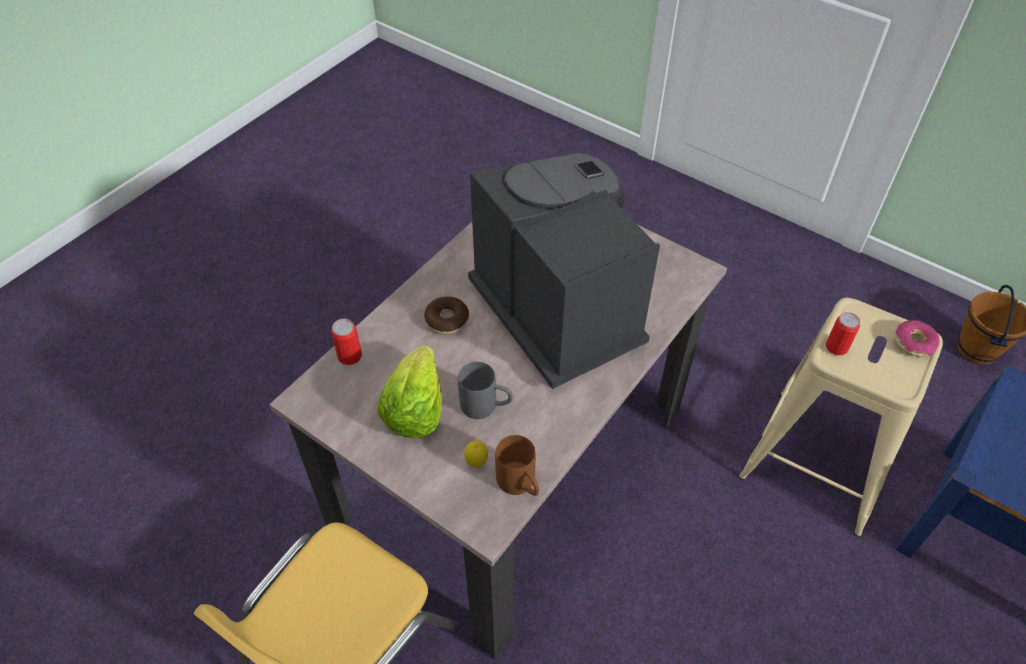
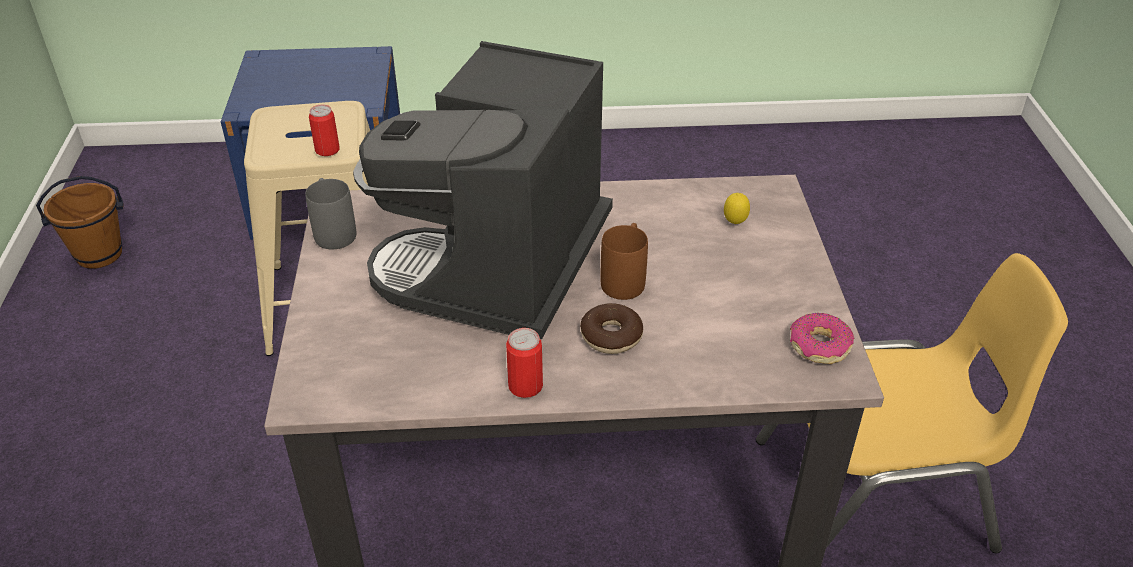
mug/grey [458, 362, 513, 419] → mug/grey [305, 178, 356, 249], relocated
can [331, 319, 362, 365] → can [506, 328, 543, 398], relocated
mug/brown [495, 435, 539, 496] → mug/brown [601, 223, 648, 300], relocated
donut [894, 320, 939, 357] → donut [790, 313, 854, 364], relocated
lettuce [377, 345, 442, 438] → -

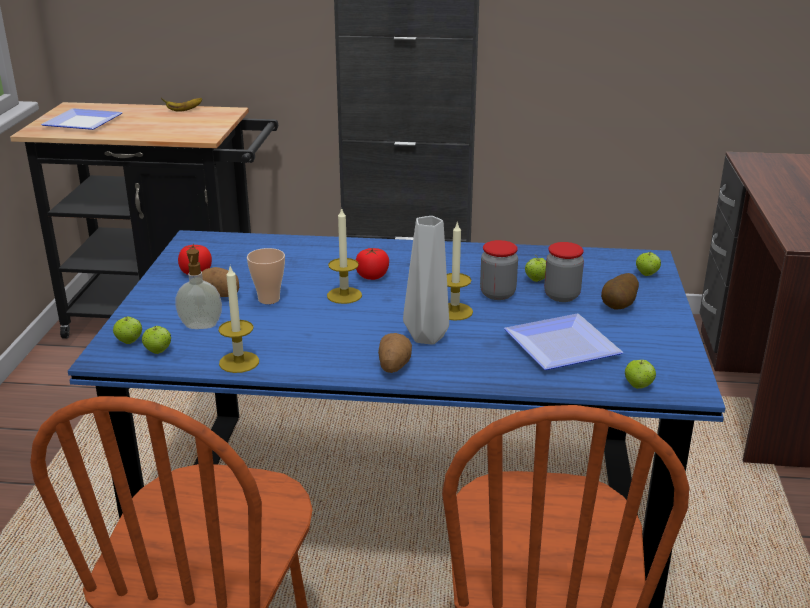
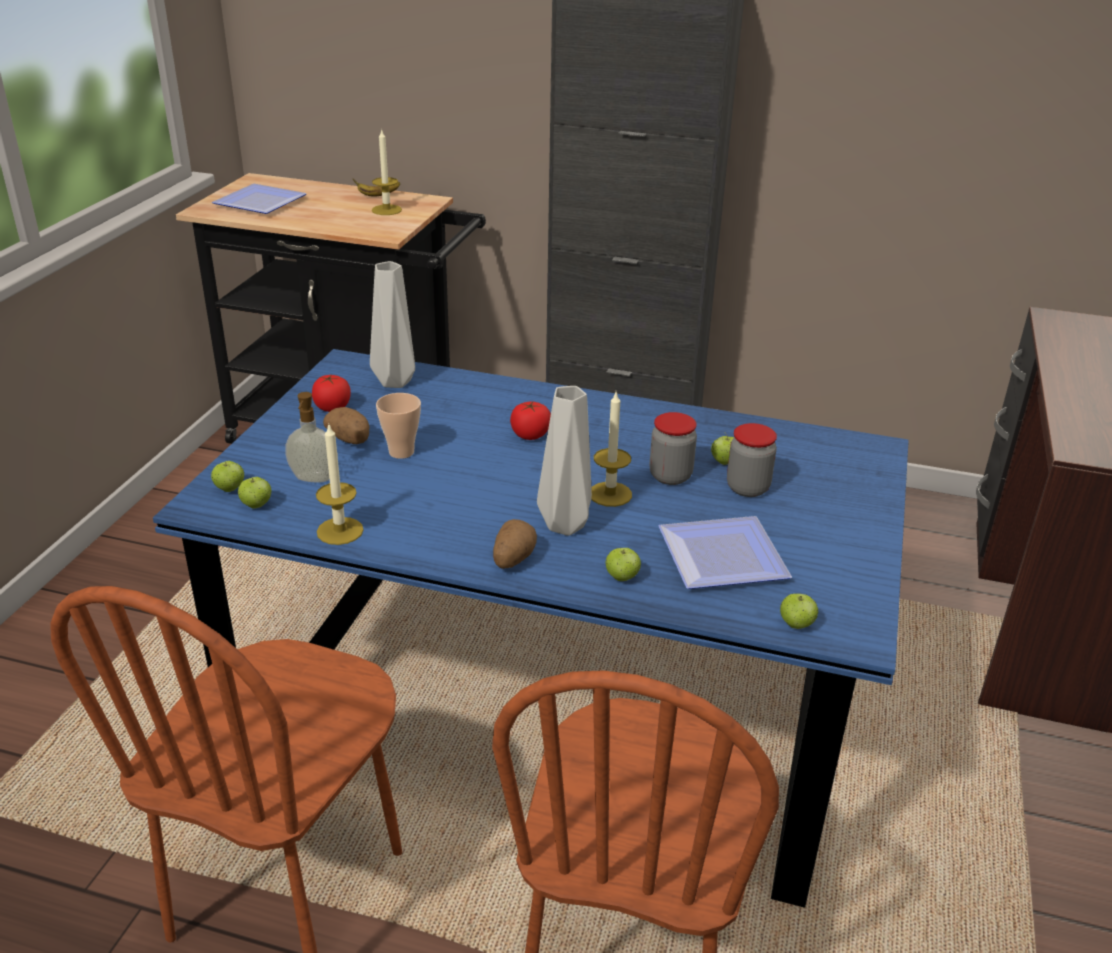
- → vase/grey [370, 261, 415, 388]
candle [327, 207, 362, 304] → candle [372, 128, 402, 215], relocated
apple [636, 252, 661, 276] → apple [606, 548, 641, 581], relocated
potato [601, 273, 639, 310] → -

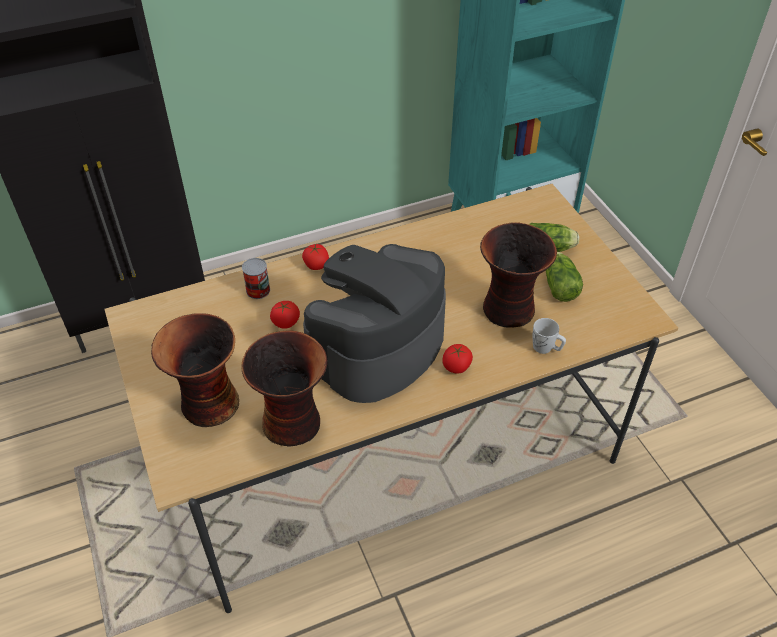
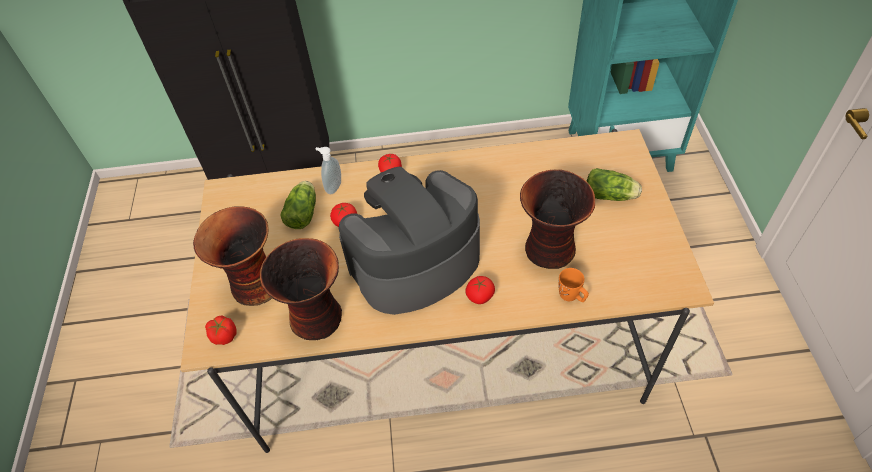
- → tomato [205, 316, 236, 345]
lettuce [546, 252, 583, 302] → lettuce [280, 181, 316, 229], relocated
can [242, 258, 270, 299] → soap dispenser [315, 147, 341, 194]
mug/white [532, 318, 566, 354] → mug/orange [558, 268, 589, 302]

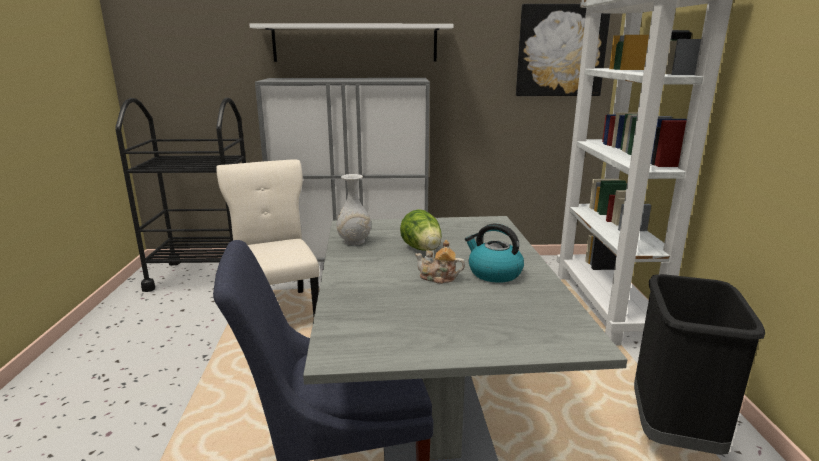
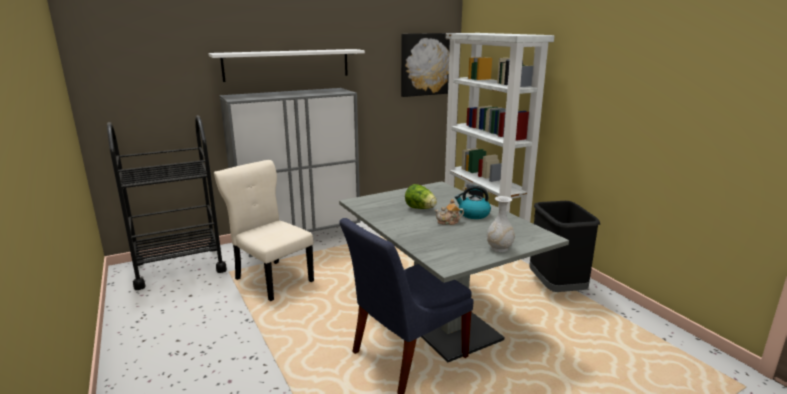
vase/white [337, 174, 371, 245] → vase/white [487, 196, 515, 252], relocated

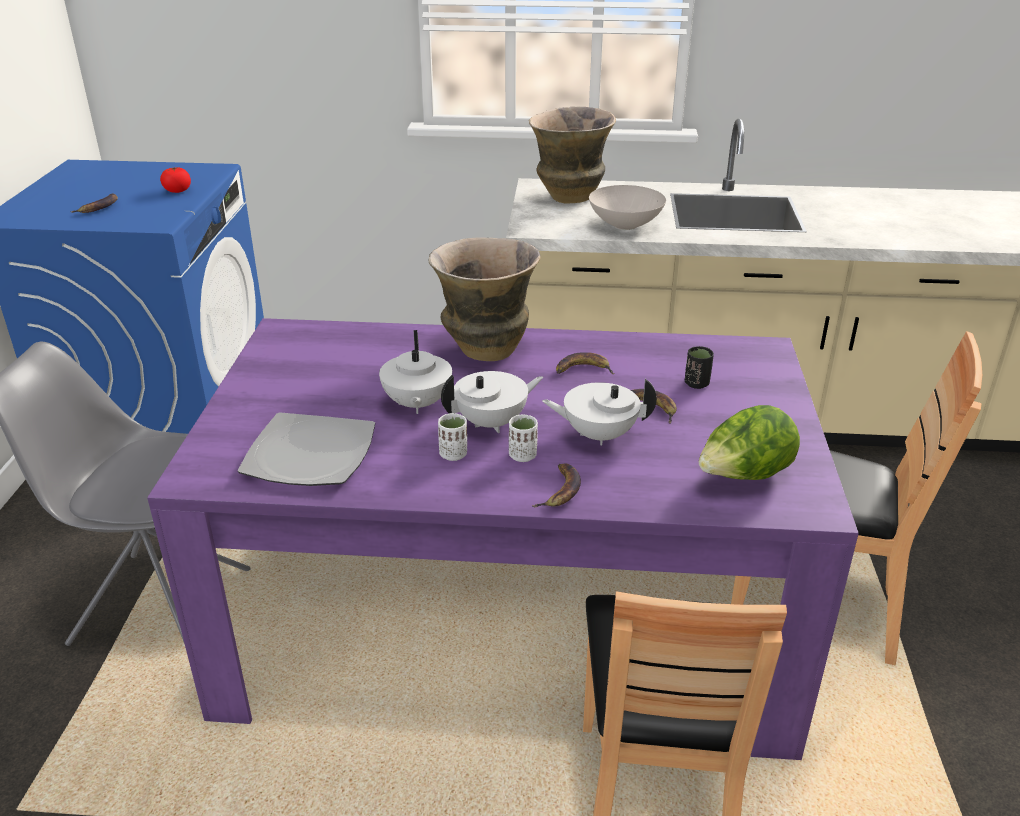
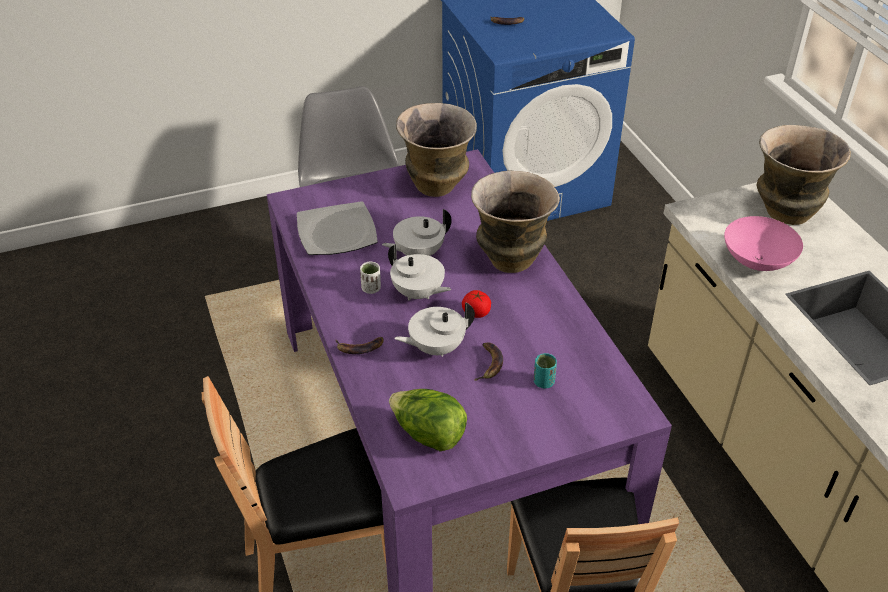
teapot/white [542, 379, 657, 446] → teapot/white [394, 302, 475, 357], 90 degrees counterclockwise
- → vase [396, 103, 477, 197]
tomato [160, 167, 191, 193] → tomato [462, 290, 491, 318], relocated
cup/black [685, 346, 714, 389] → cup/turquoise [534, 353, 557, 388]
bowl/white [589, 185, 666, 230] → bowl/pink [724, 216, 803, 271]
cup/white [509, 414, 538, 462] → -
banana [556, 352, 615, 374] → -

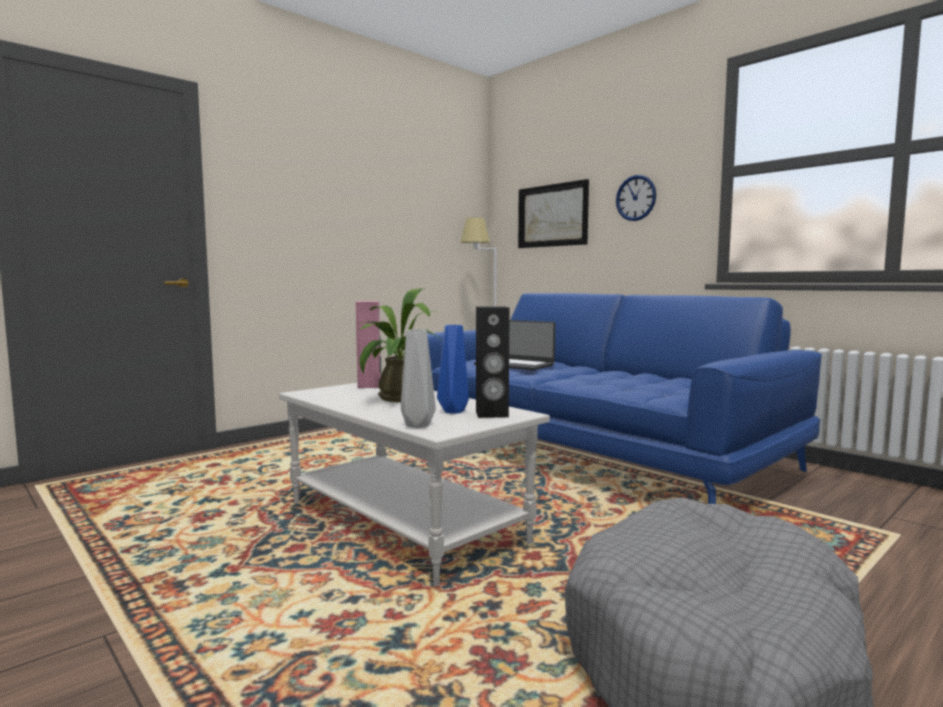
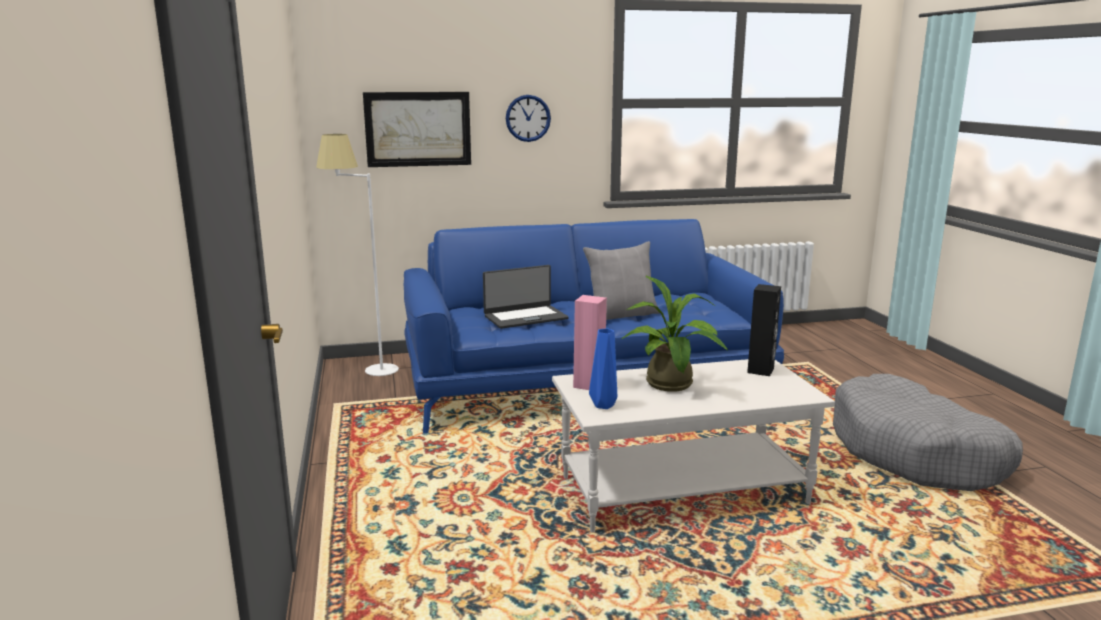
- → pillow/grey [583, 241, 660, 320]
vase/blue [437, 325, 469, 414] → vase/blue [589, 328, 617, 409], relocated
vase/grey [401, 329, 436, 428] → -

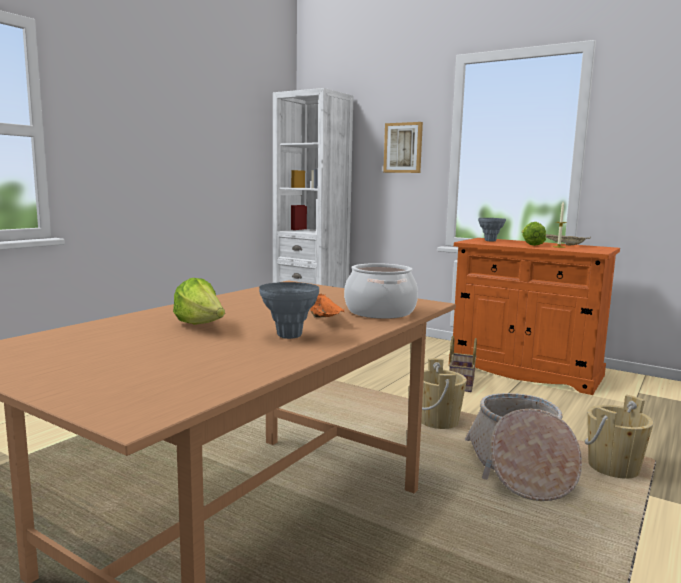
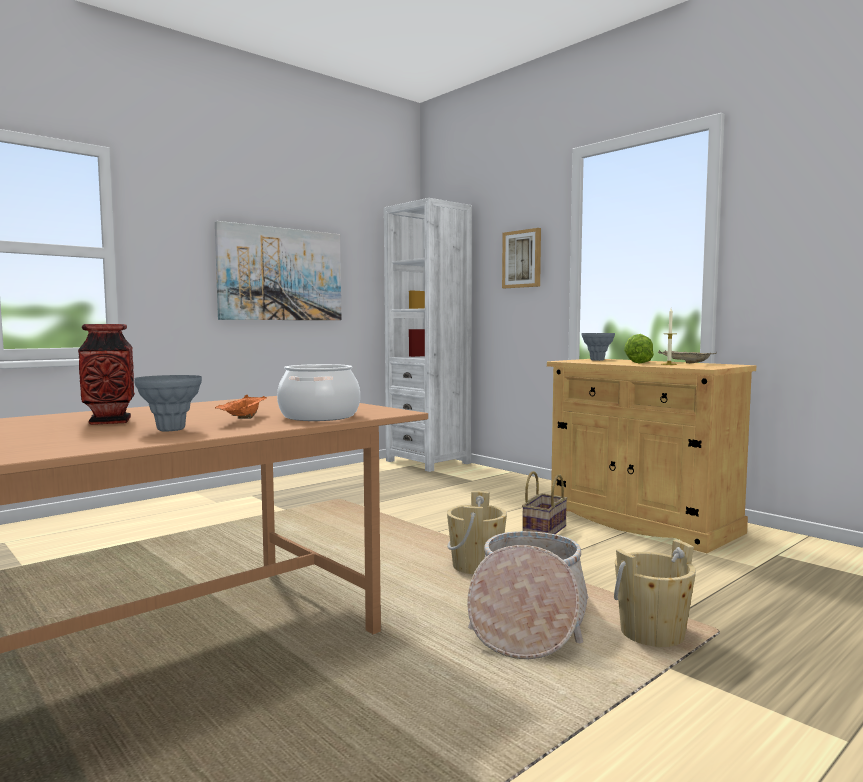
lettuce [173, 278, 225, 325] → vase [78, 324, 135, 425]
- → picture [215, 221, 341, 320]
cabinet/orange [449, 238, 620, 395] → cabinet/beige [547, 359, 756, 553]

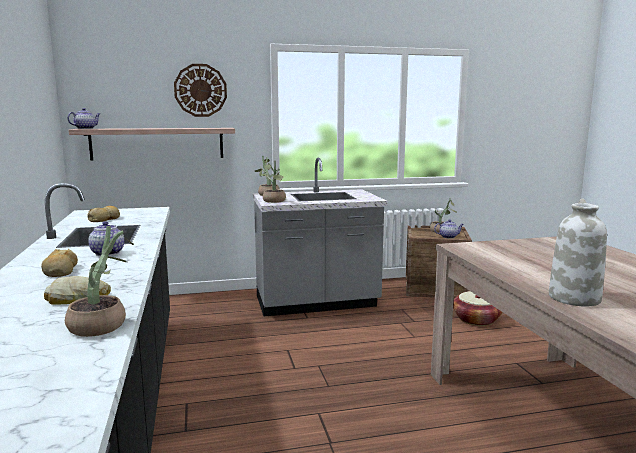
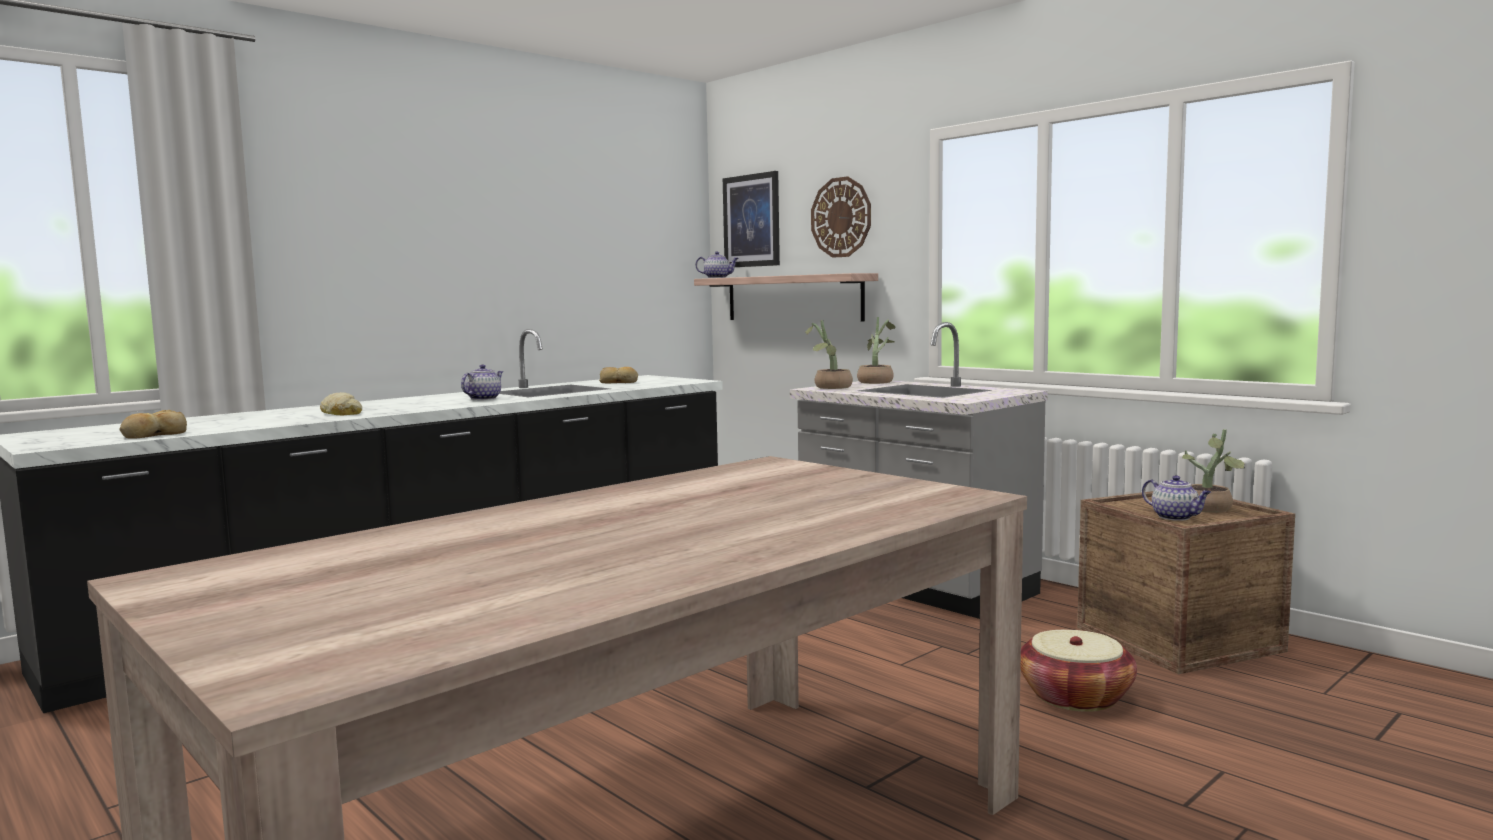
bread [41, 249, 78, 277] → bread [119, 410, 187, 439], relocated
- → picture [723, 171, 780, 267]
potted plant [65, 226, 133, 337] → -
vase/white [549, 198, 607, 306] → -

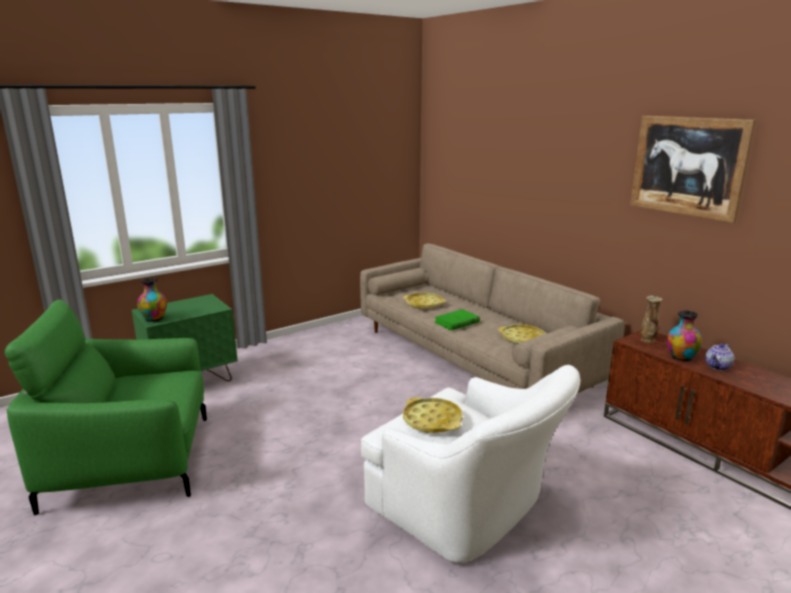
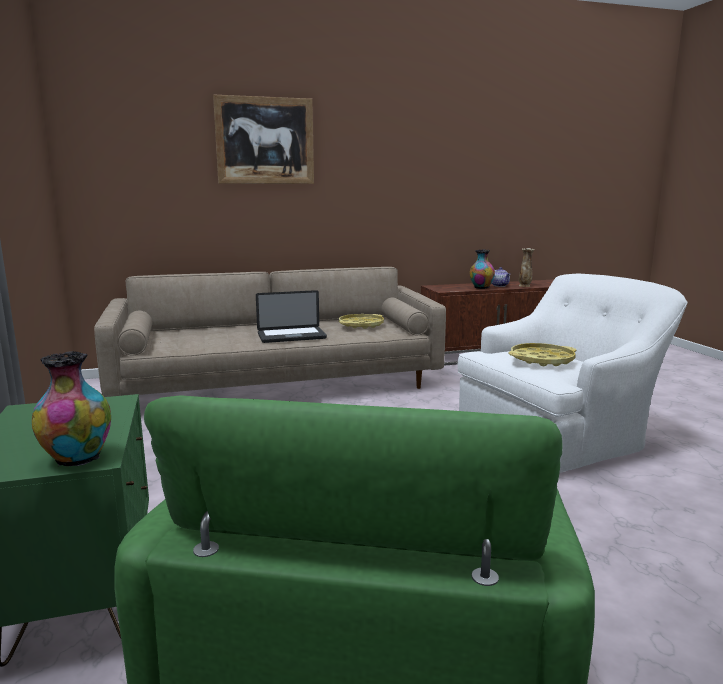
picture [630, 116, 756, 223] → picture [213, 95, 314, 184], relocated
book/green [434, 309, 480, 330] → laptop [256, 290, 327, 343]
vase [641, 296, 662, 343] → vase [519, 248, 535, 287], relocated
tray/yellow [403, 293, 446, 309] → -

